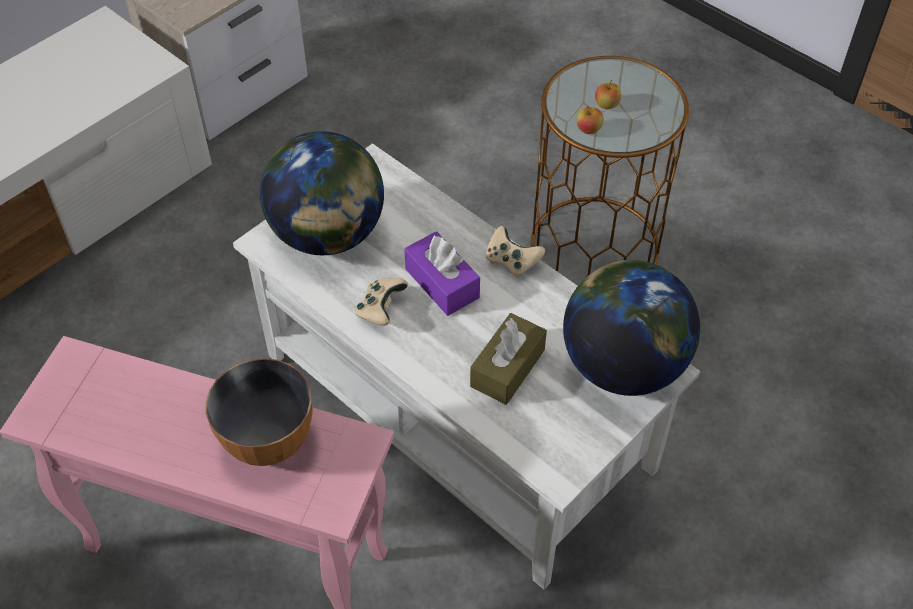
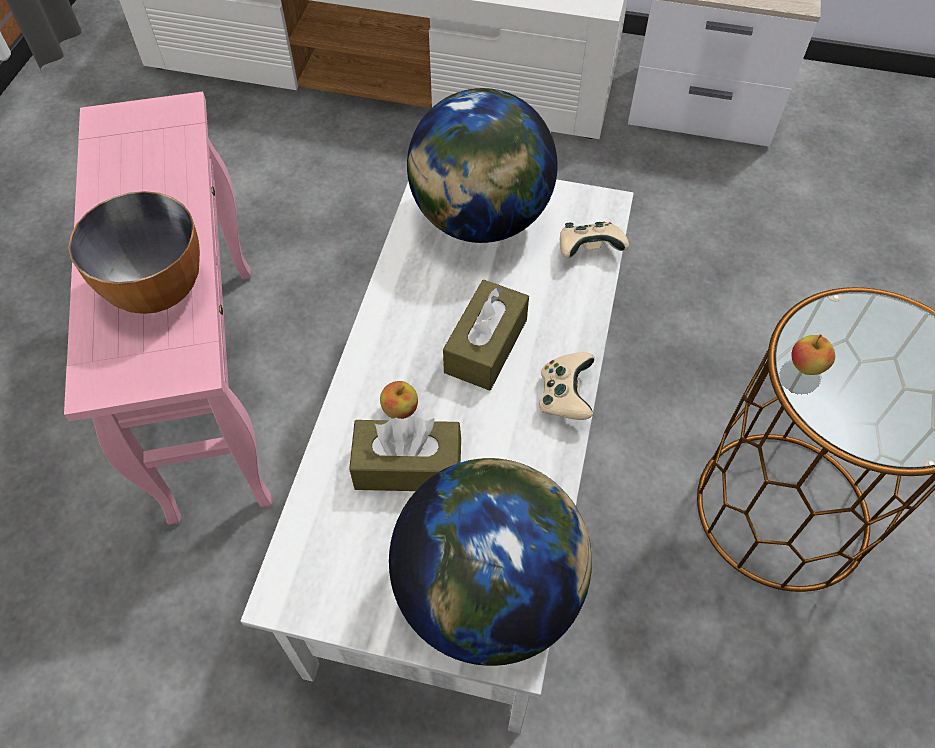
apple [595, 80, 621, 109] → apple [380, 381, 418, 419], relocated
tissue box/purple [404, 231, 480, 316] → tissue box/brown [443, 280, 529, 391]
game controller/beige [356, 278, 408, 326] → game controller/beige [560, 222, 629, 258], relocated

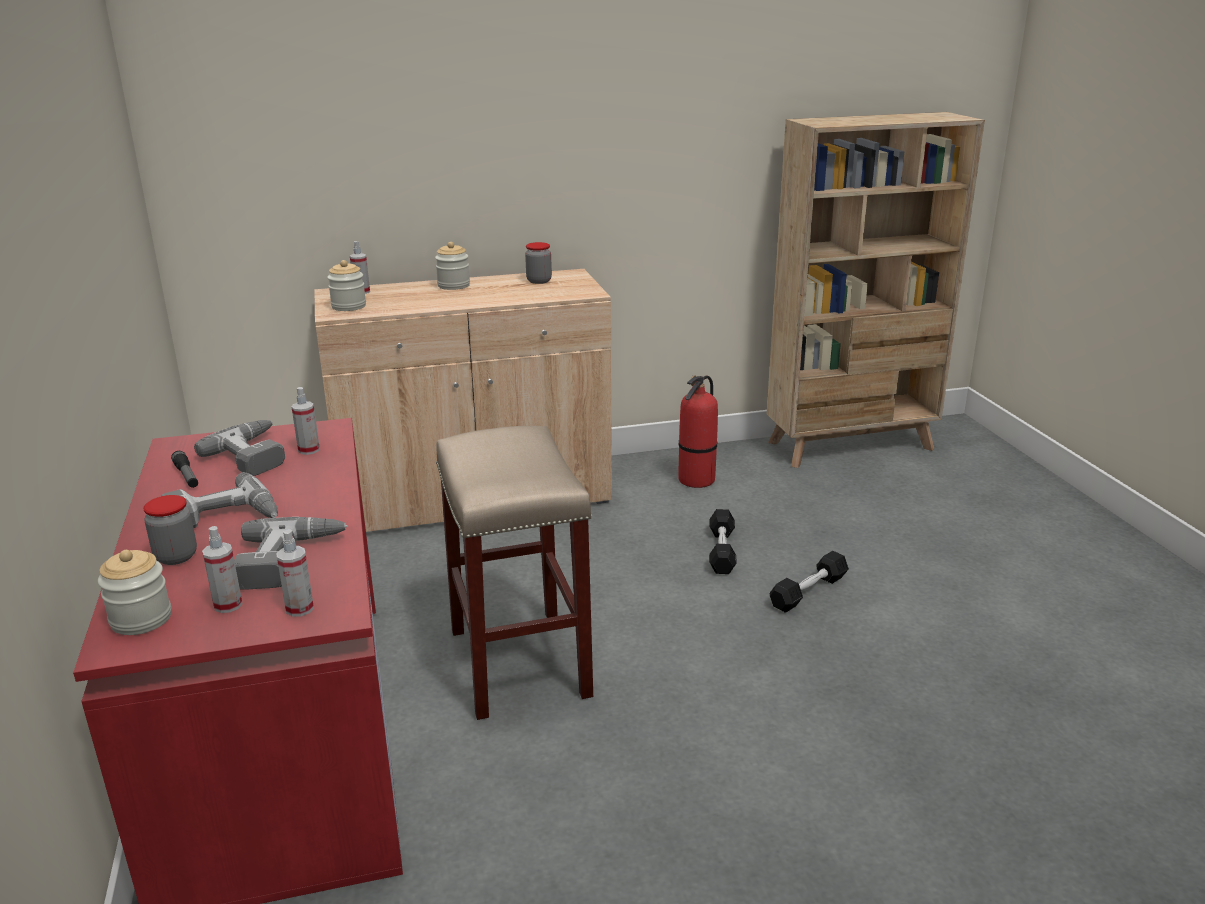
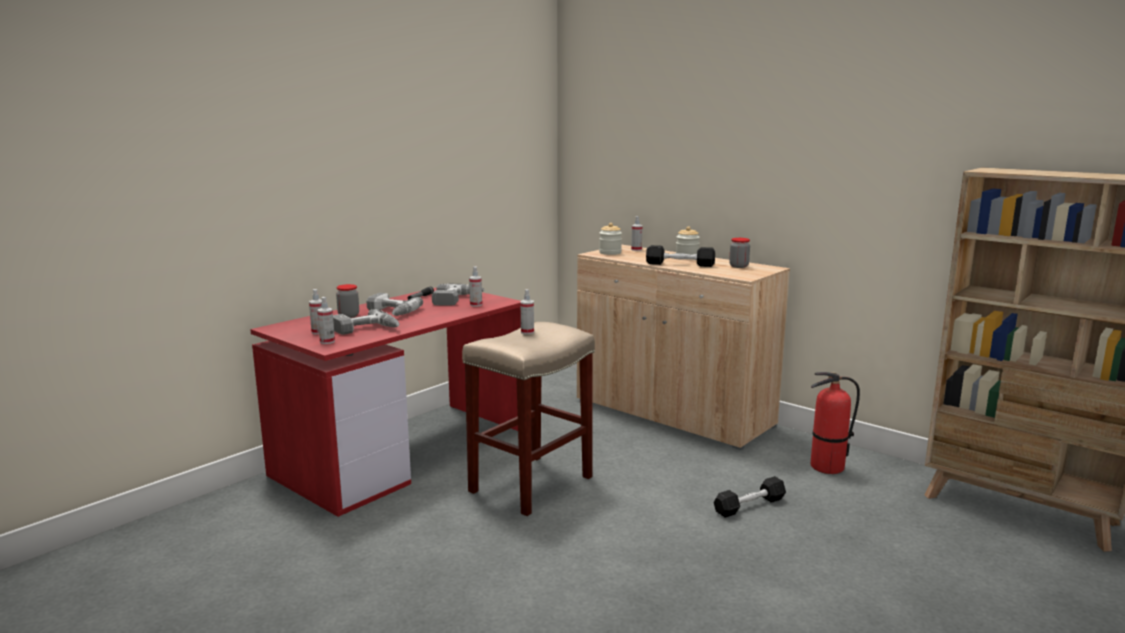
- → spray bottle [521, 290, 534, 334]
dumbbell/black [770, 551, 849, 613] → dumbbell/black [646, 245, 715, 267], relocated
jar [98, 550, 171, 635] → -

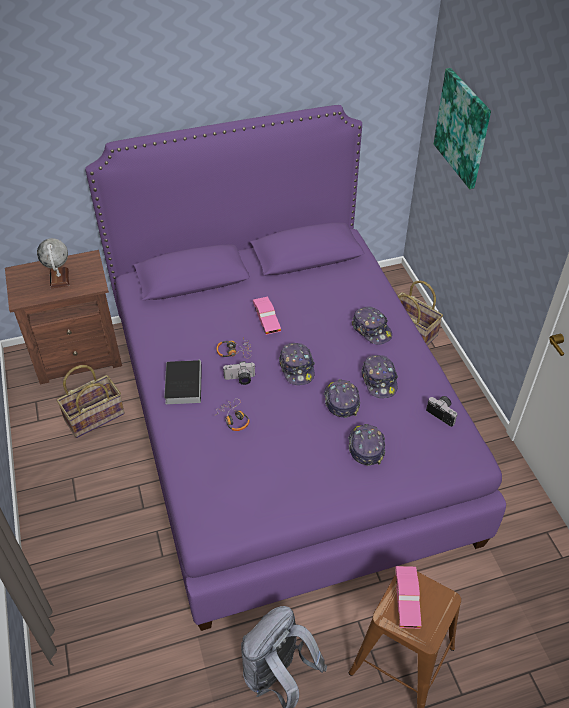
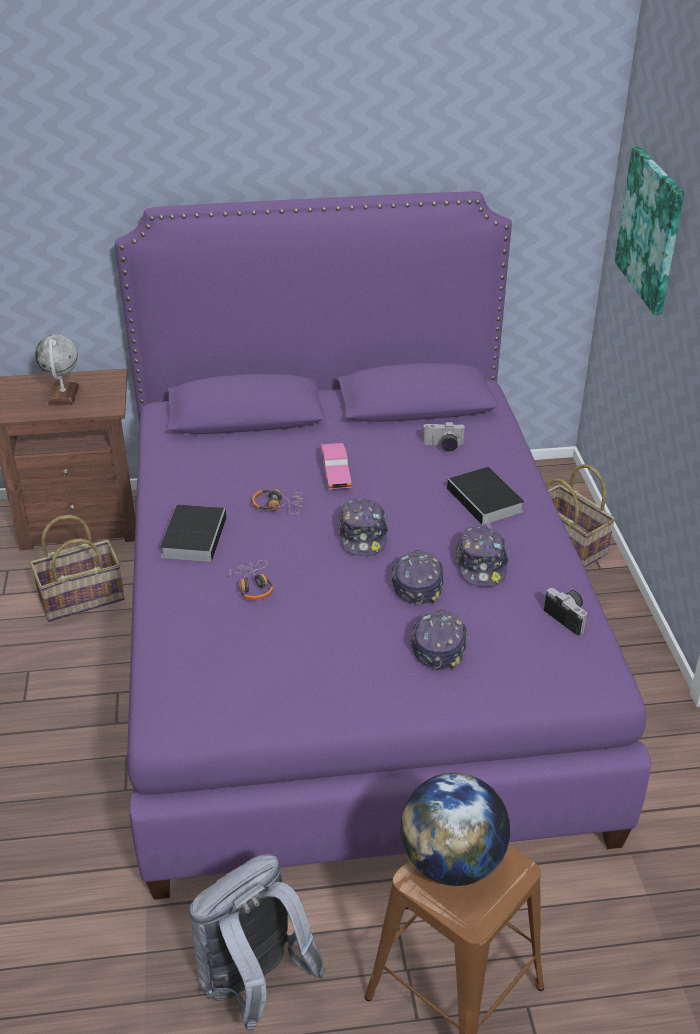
toy car/pink [396, 566, 421, 629] → globe [401, 773, 510, 886]
photo camera [223, 361, 255, 385] → photo camera [423, 421, 466, 451], relocated
cap [351, 306, 392, 345] → book [447, 467, 524, 528]

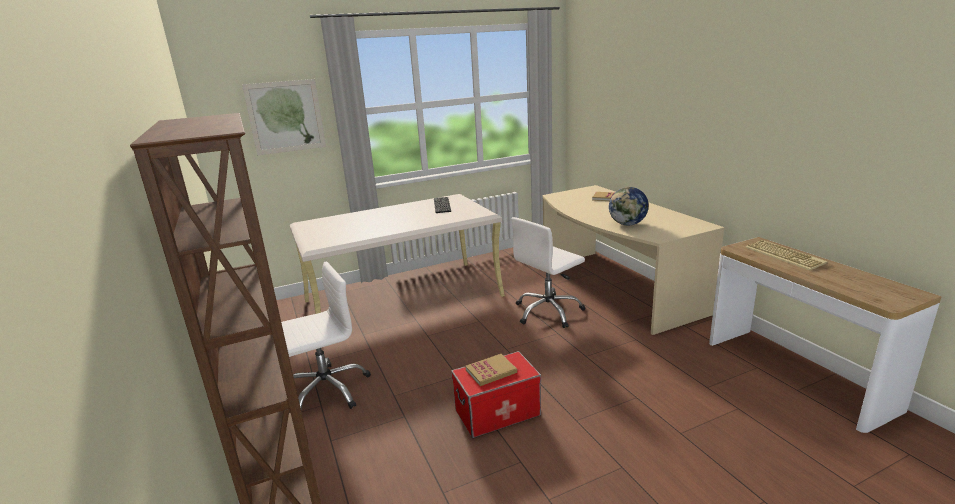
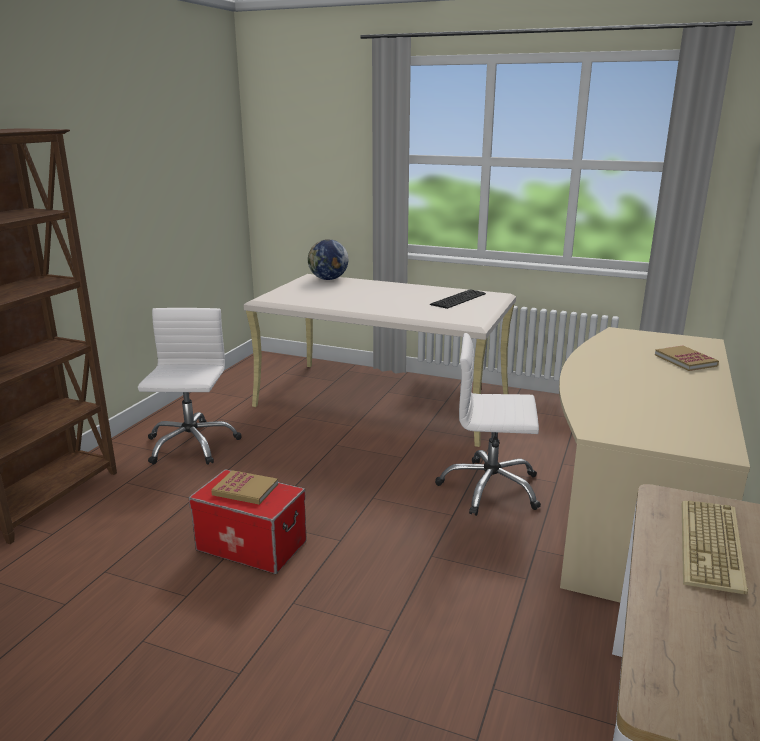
office chair/white [281, 261, 371, 410] → office chair/white [138, 308, 242, 465], 105 degrees counterclockwise
globe [609, 187, 649, 225] → globe [308, 239, 348, 280], relocated
picture [242, 79, 326, 156] → -

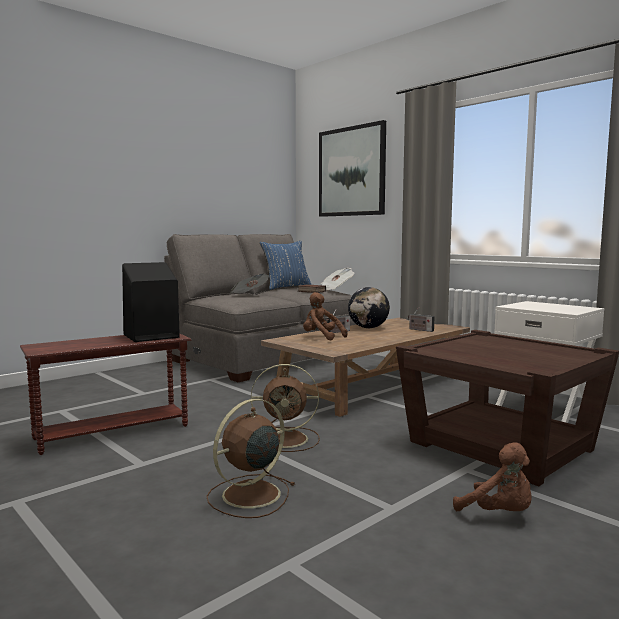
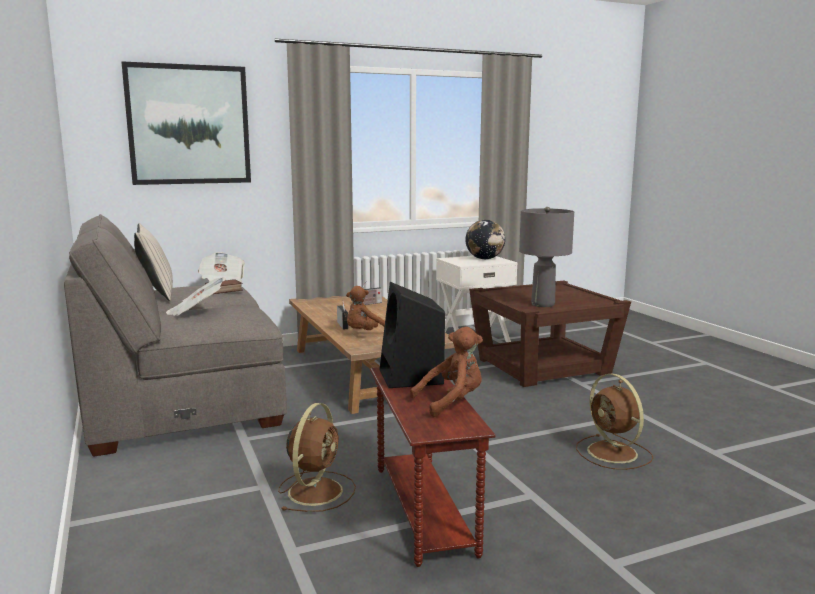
pillow/blue [260, 241, 312, 290] → pillow/beige [134, 223, 173, 301]
fan/brown [251, 364, 320, 452] → fan/brown [278, 403, 356, 512], relocated
plush toy/brown [453, 442, 532, 511] → plush toy/brown [410, 327, 483, 417], relocated
globe [348, 287, 390, 328] → globe [465, 220, 505, 259], relocated
- → table lamp/grey [519, 207, 574, 307]

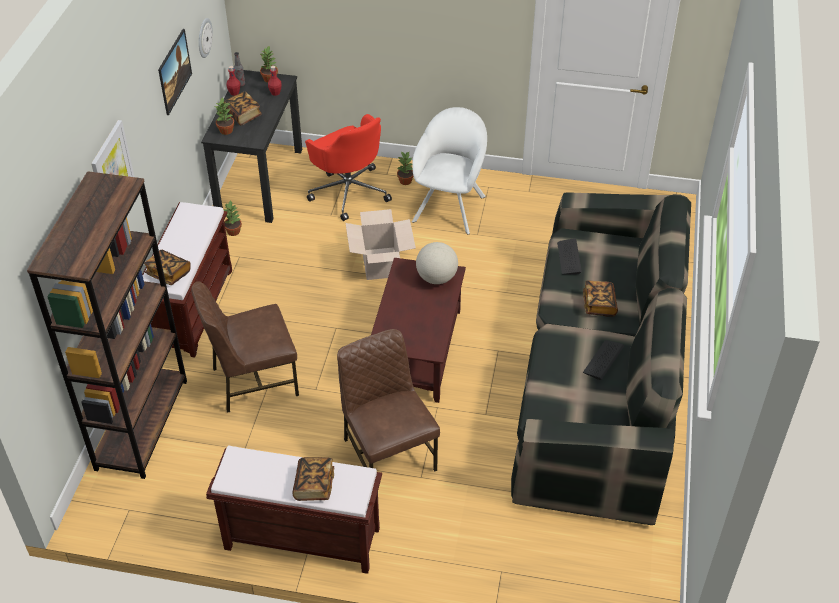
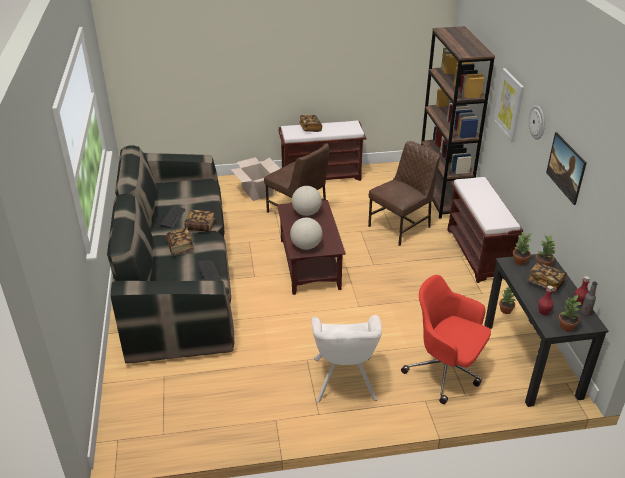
book [144, 250, 191, 285] → book [184, 210, 215, 232], relocated
cardboard box [345, 209, 416, 280] → cardboard box [230, 157, 280, 201], relocated
- → globe [292, 186, 322, 216]
potted plant [397, 152, 414, 185] → potted plant [513, 231, 531, 265], relocated
wall clock [199, 18, 213, 58] → wall clock [529, 105, 545, 140], relocated

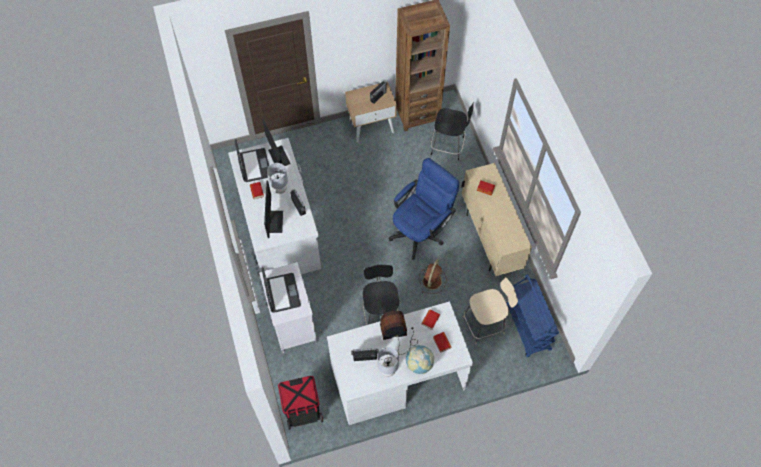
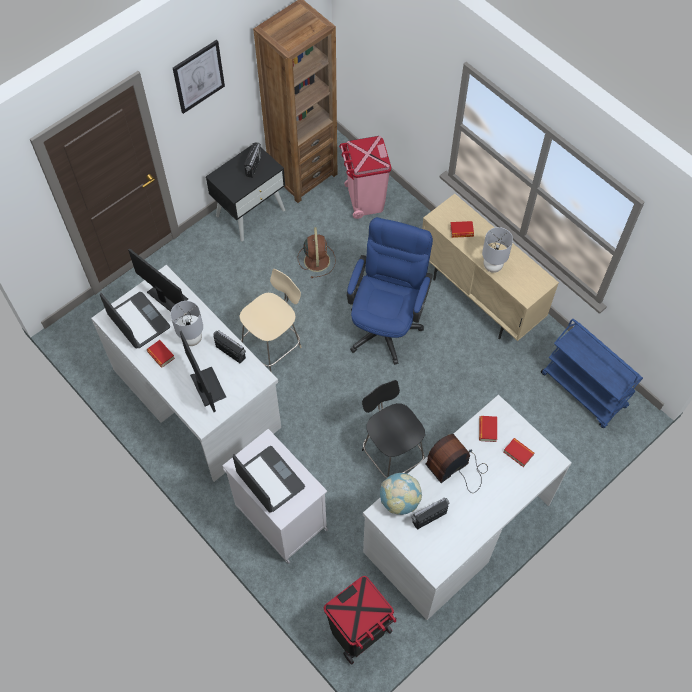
- → picture [173, 40, 225, 114]
nightstand/beige [345, 82, 397, 143] → nightstand/black [206, 142, 285, 241]
chair/beige [463, 277, 518, 344] → chair/beige [239, 269, 302, 371], relocated
fan/brown [419, 259, 446, 294] → fan/brown [298, 227, 336, 278], relocated
chair/black [431, 102, 474, 160] → trash can/pink [339, 136, 391, 219]
globe [406, 345, 434, 374] → globe [380, 473, 422, 515], relocated
table lamp/grey [377, 347, 399, 377] → table lamp/grey [482, 227, 513, 273], relocated

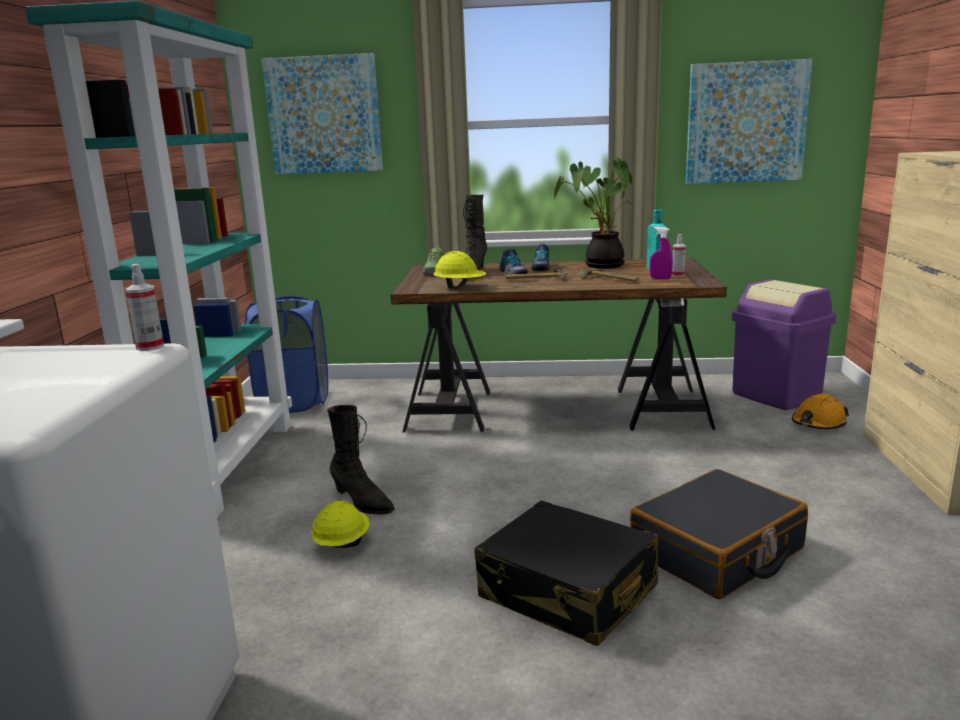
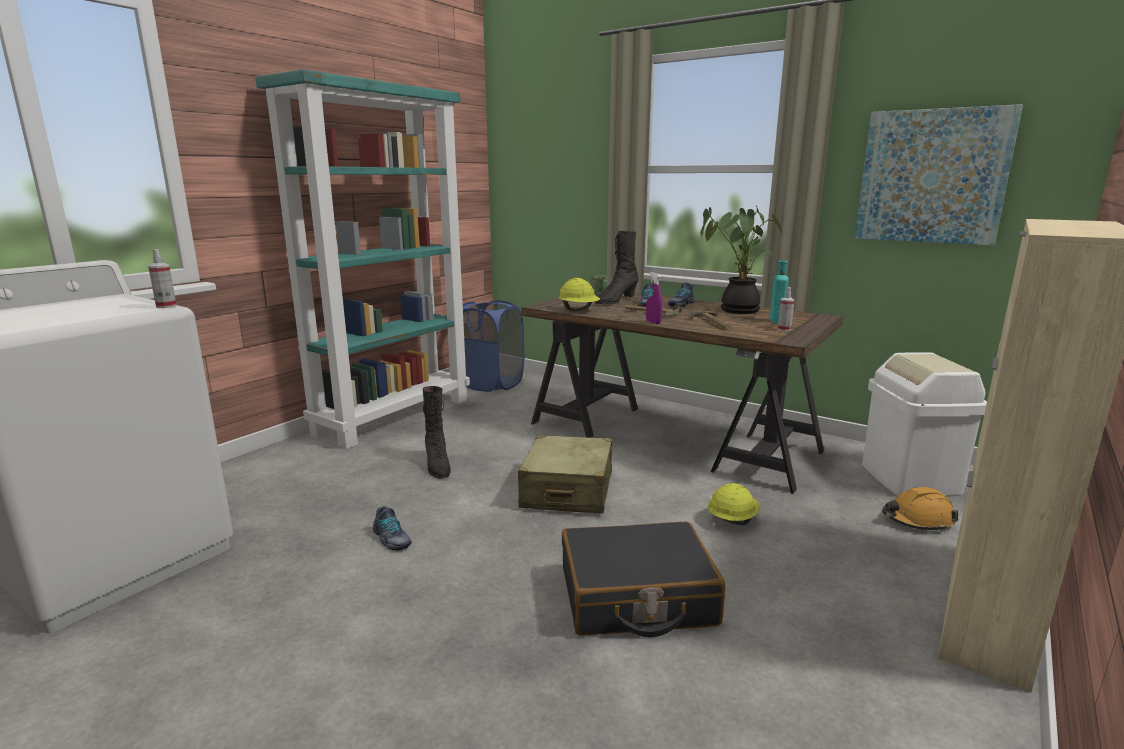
- → shoe [373, 506, 412, 551]
- → suitcase/beige [518, 435, 612, 513]
spray bottle/purple [650, 227, 673, 279] → spray bottle/purple [646, 272, 662, 324], relocated
hard hat/yellow [311, 501, 370, 548] → hard hat/yellow [708, 483, 760, 525], relocated
trash can/purple [732, 279, 837, 410] → trash can/white [862, 352, 987, 497]
picture [262, 53, 383, 174] → -
suitcase/black [475, 500, 658, 646] → -

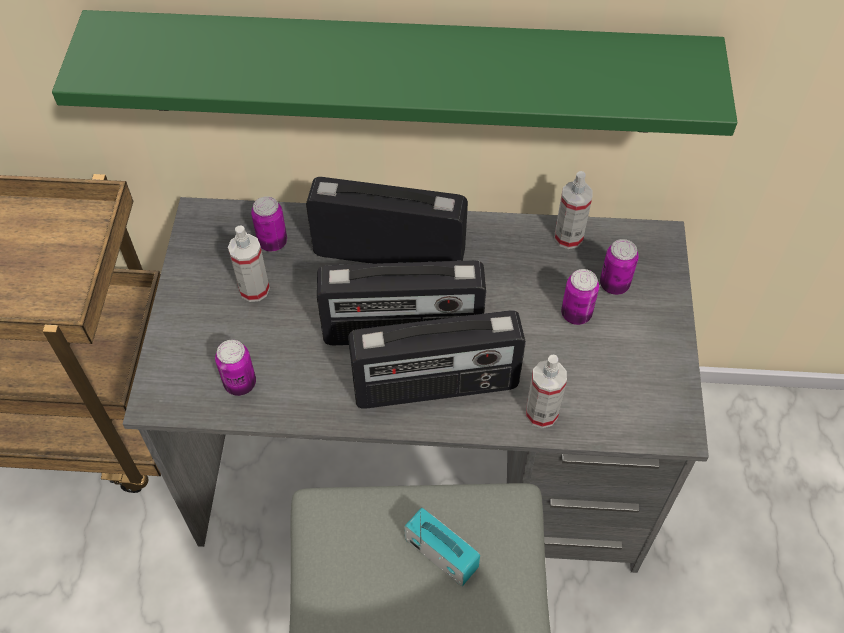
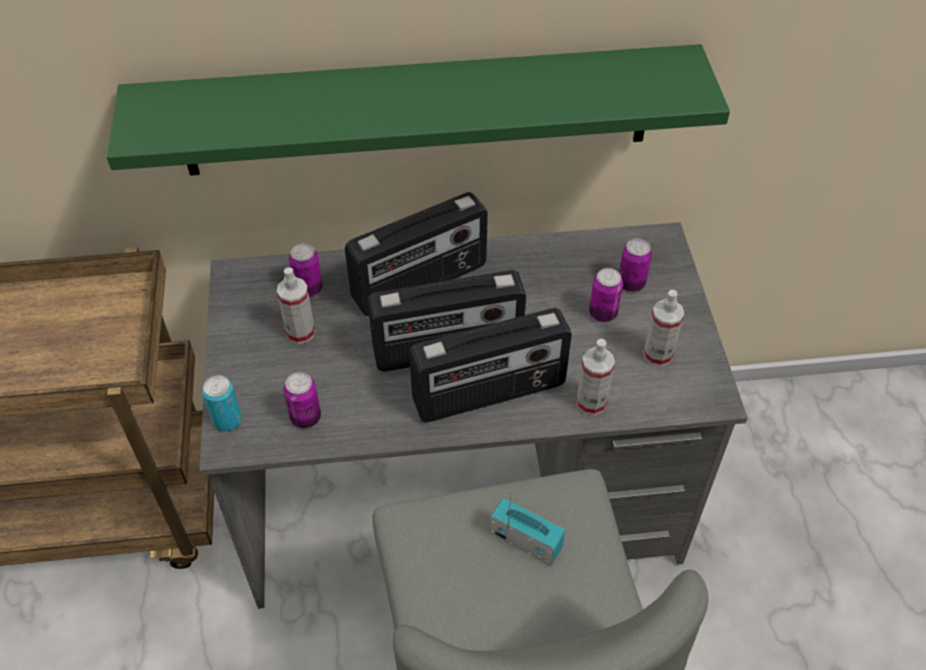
- → can [202, 375, 242, 431]
radio [306, 177, 468, 264] → radio [345, 192, 488, 316], 150 degrees clockwise
spray bottle [554, 171, 593, 249] → spray bottle [643, 290, 684, 367], relocated

